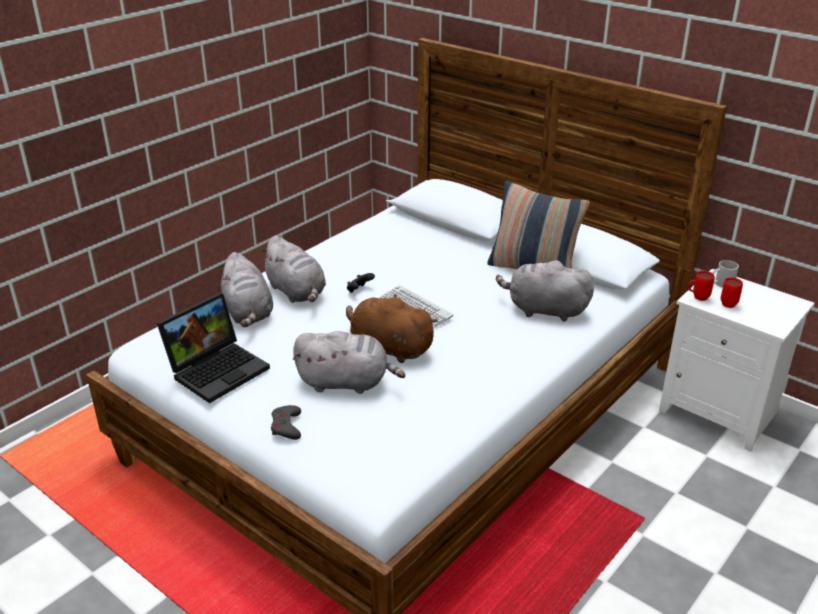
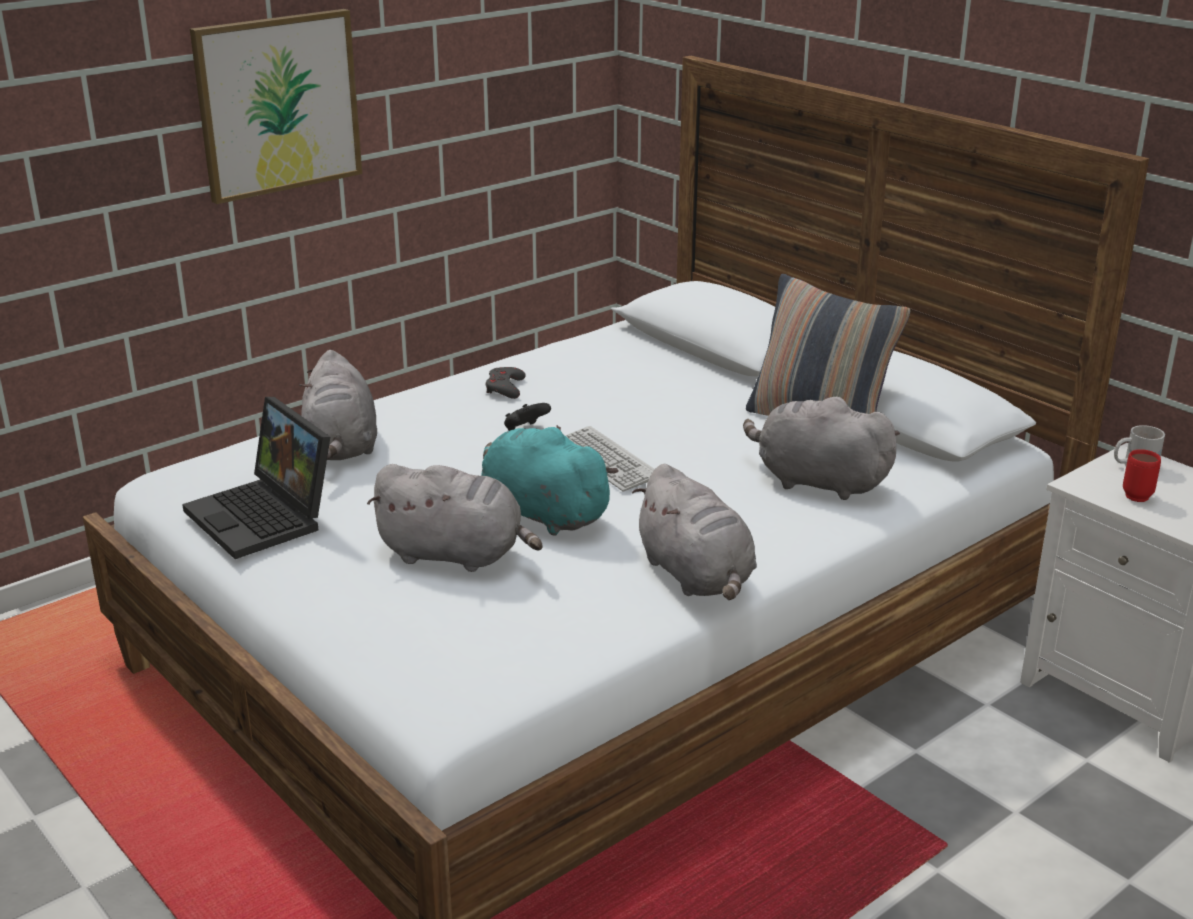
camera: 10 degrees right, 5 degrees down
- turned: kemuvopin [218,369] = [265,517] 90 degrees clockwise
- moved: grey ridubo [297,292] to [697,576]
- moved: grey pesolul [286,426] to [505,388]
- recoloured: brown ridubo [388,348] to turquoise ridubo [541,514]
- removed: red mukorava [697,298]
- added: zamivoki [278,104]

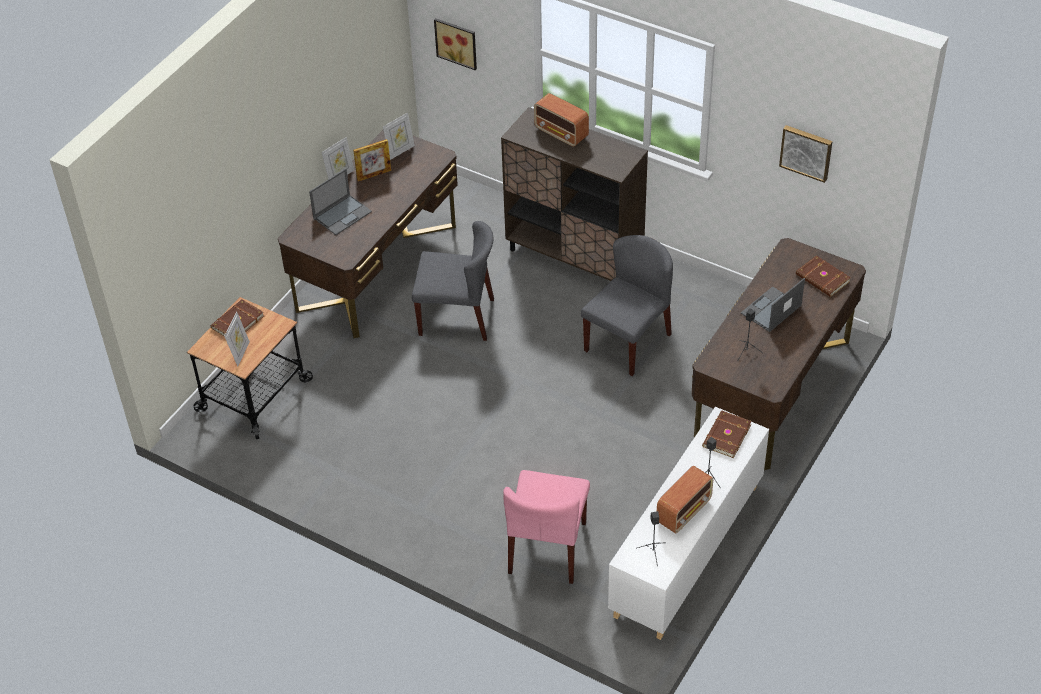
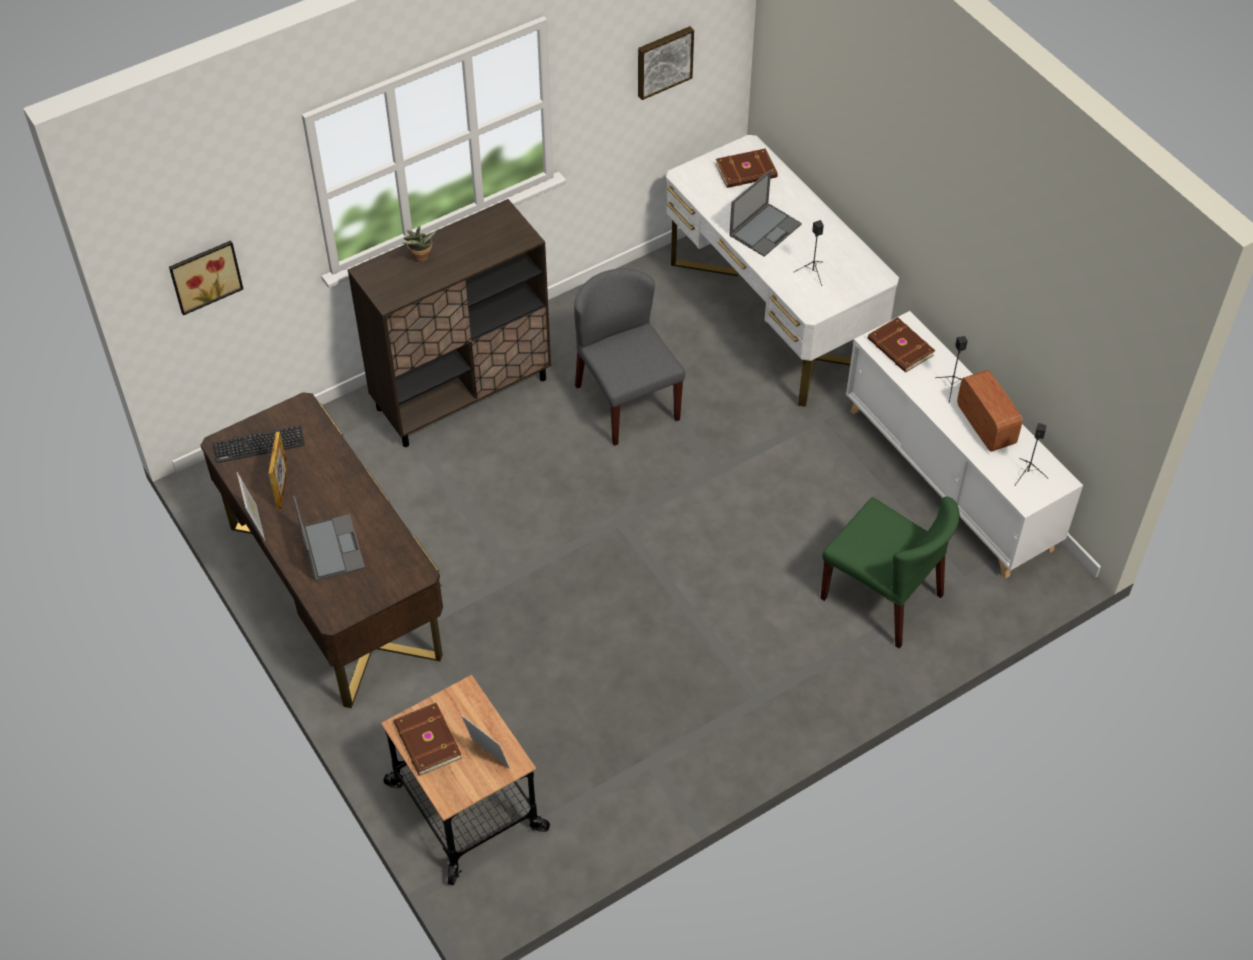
camera: 65 degrees left, 5 degrees up
- replaced: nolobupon [400,151] to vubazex [259,445]
- removed: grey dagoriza [457,317]
- recoloured: pink dagoriza [547,548] to green dagoriza [882,597]
- replaced: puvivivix [561,133] to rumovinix [420,258]
- recoloured: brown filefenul [772,388] to white filefenul [771,314]
- turned: kemuvopin [770,310] = [765,229] 120 degrees counterclockwise

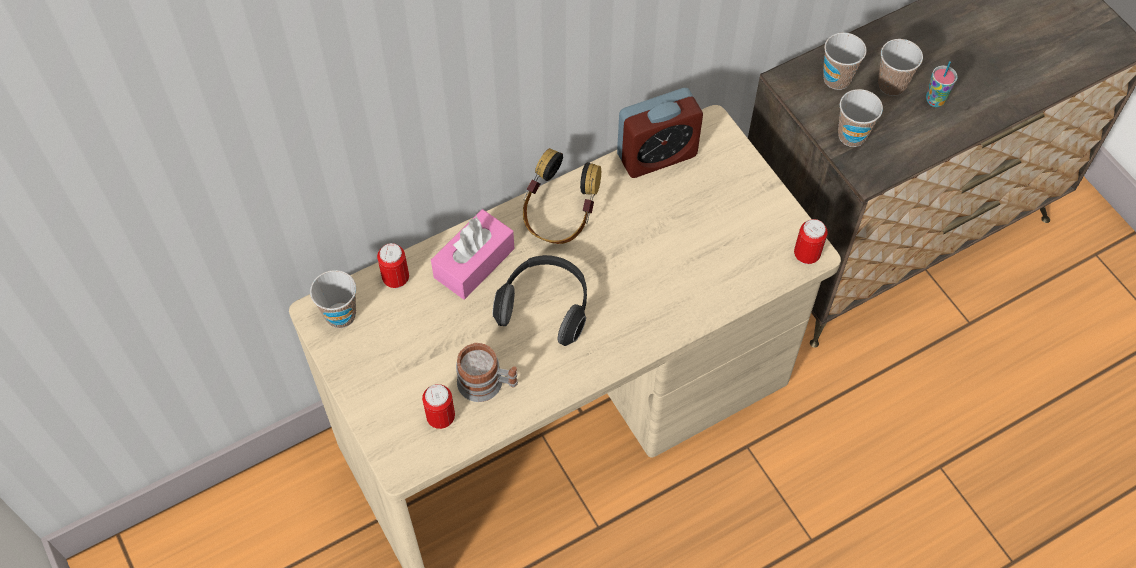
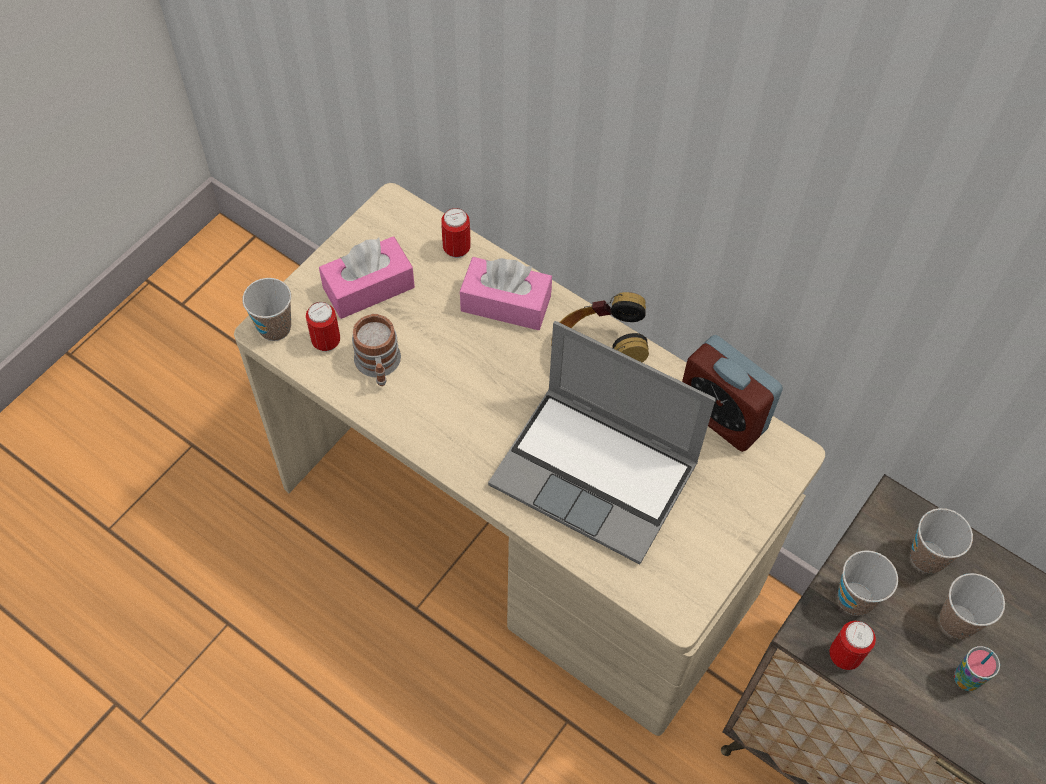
camera: 65 degrees right, 0 degrees up
- moved: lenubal [340,315] to [275,328]
- removed: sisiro [545,307]
- moved: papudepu [806,255] to [844,656]
- added: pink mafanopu [368,287]
- added: kemuvopin [597,474]

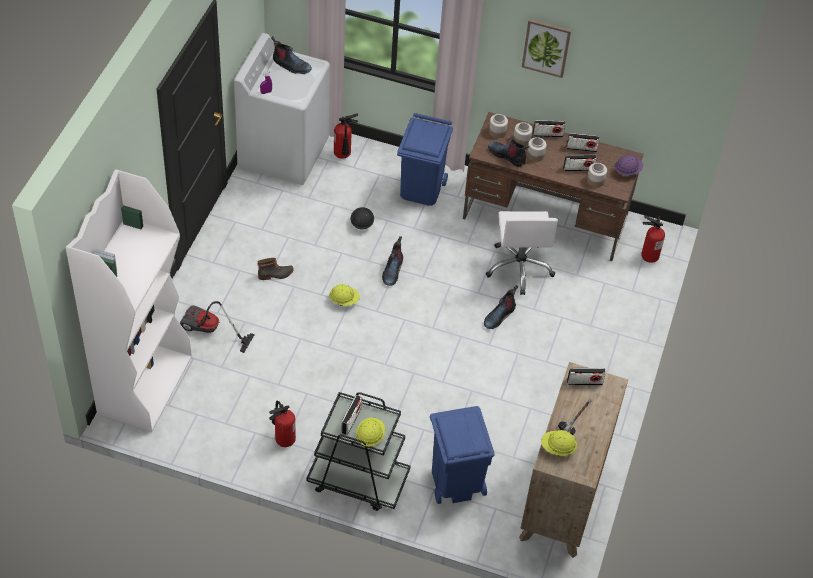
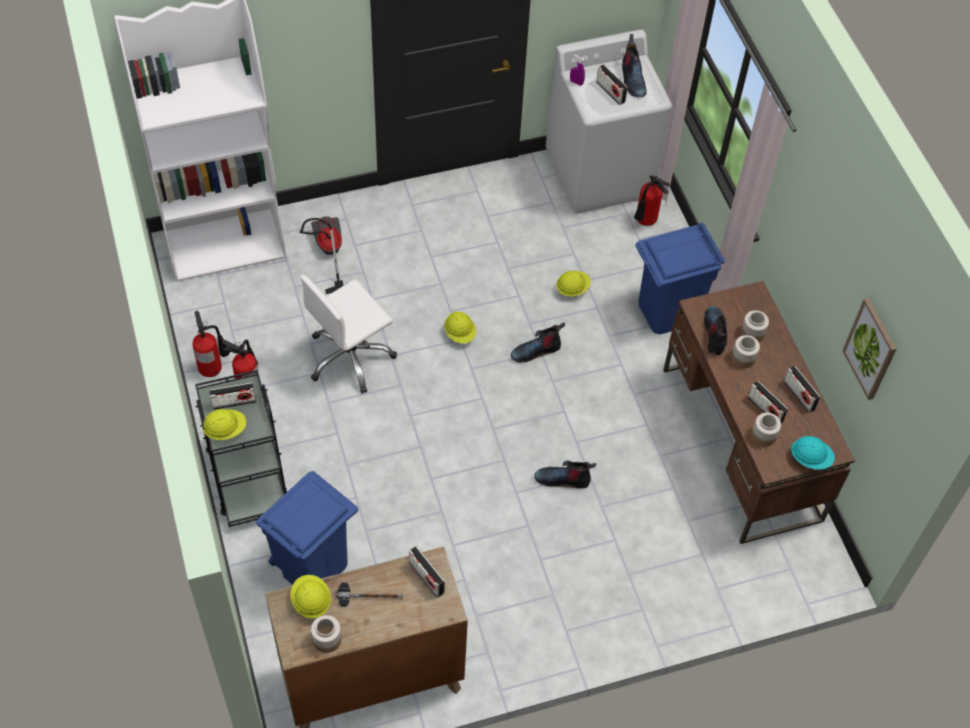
camera: 55 degrees right, 5 degrees up
- removed: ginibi [276,274]
- recoloured: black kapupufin [361,223] to yellow kapupufin [572,289]
- moved: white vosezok [519,267] to [350,357]
- moved: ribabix [497,132] to [327,639]
- moved: zamivoki [546,47] to [871,349]
- moved: puvivivix [547,134] to [610,92]
- recoloured: purple kapupufin [627,171] to turquoise kapupufin [810,459]
- moved: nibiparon [648,255] to [213,367]

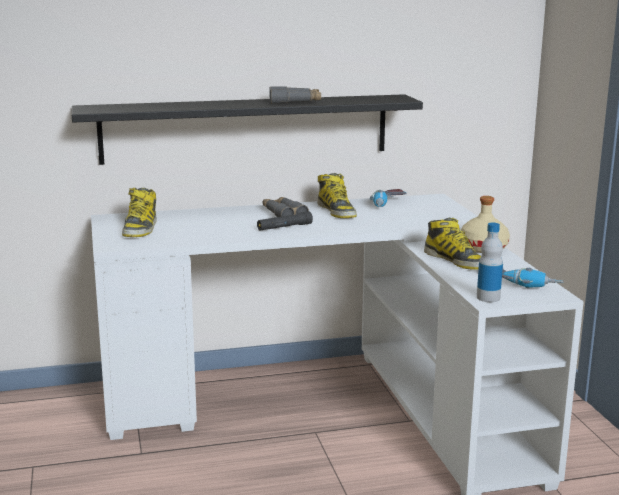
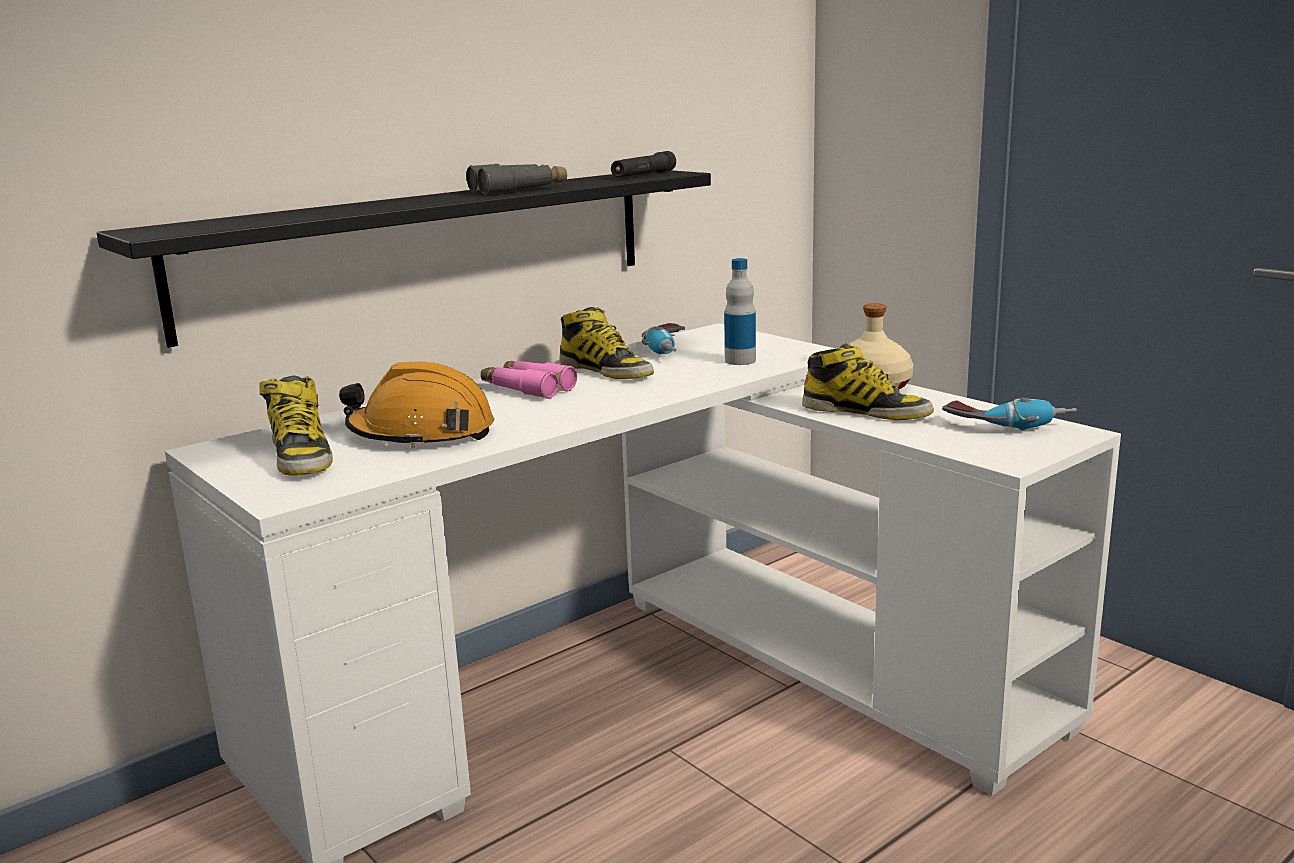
camera: 25 degrees left, 0 degrees up
- moved: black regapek [284,227] to [643,175]
- recoloured: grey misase [284,214] to pink misase [527,388]
- moved: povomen [488,298] to [740,361]
- added: orange kapupufin [422,434]

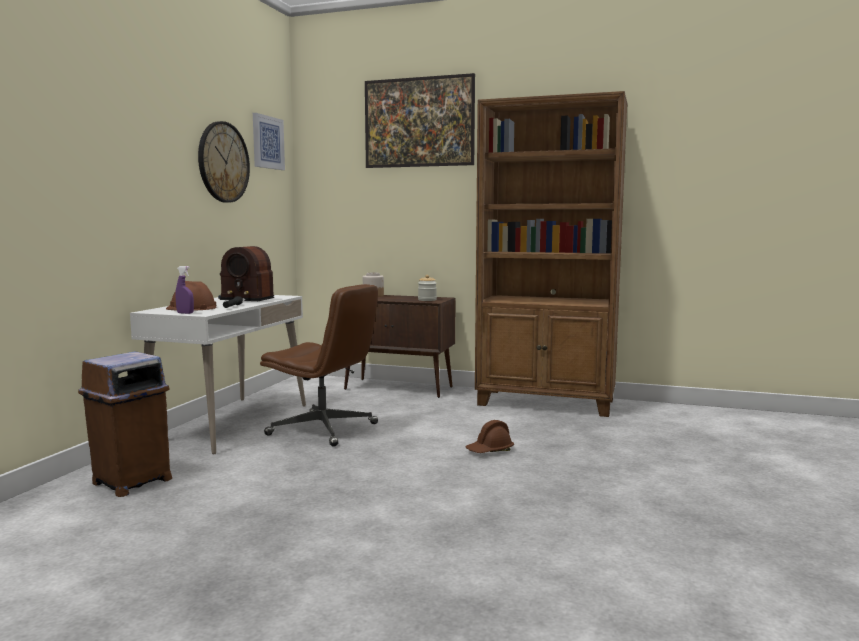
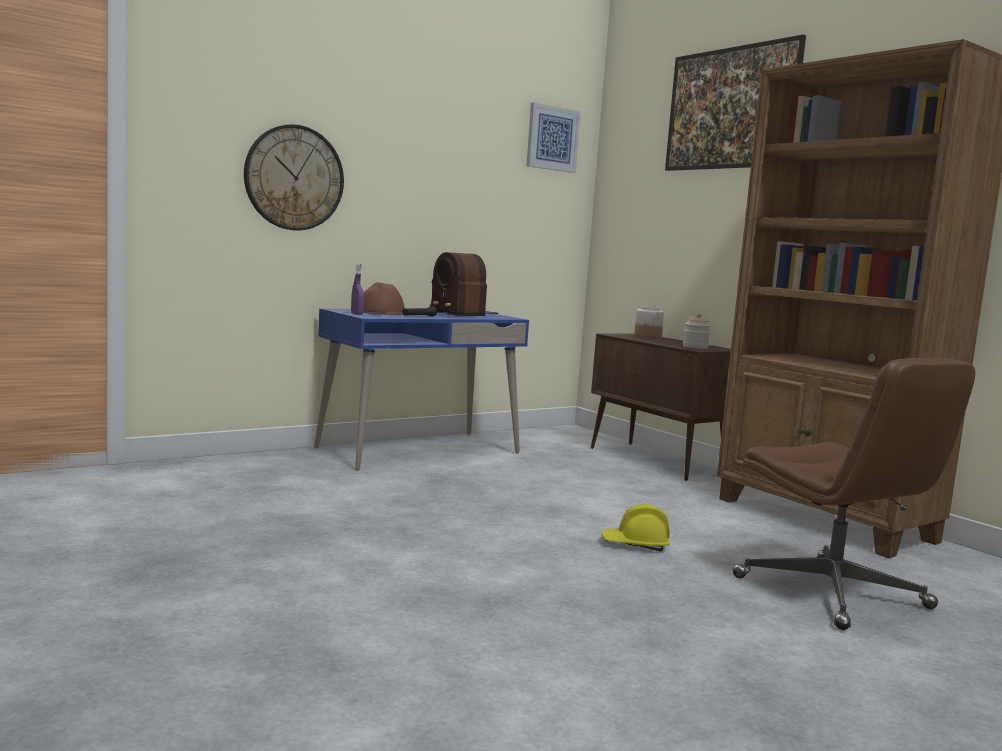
camera: 35 degrees right, 0 degrees up
- removed: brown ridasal [130,482]
- recoloured: white filefenul [229,423] to blue filefenul [418,450]
- moved: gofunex [223,162] to [294,178]
- moved: brown vosezok [324,429] to [834,593]
- recoloured: brown kapupufin [489,450] to yellow kapupufin [635,544]

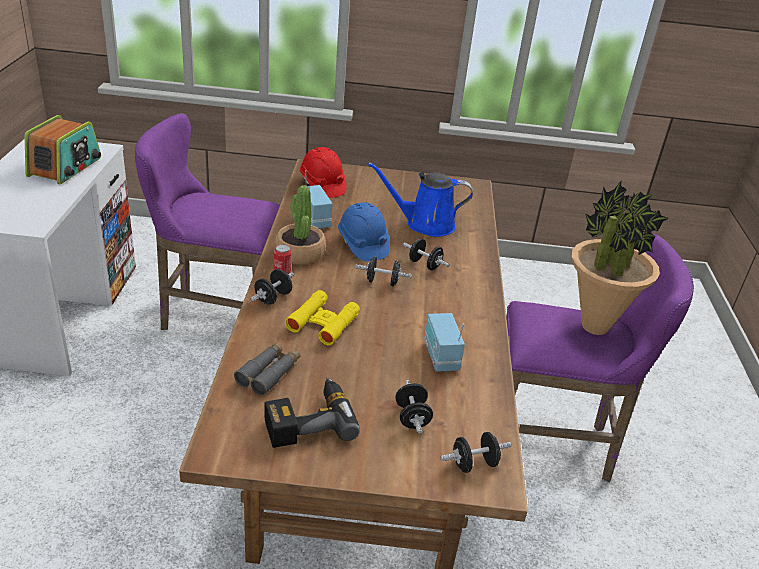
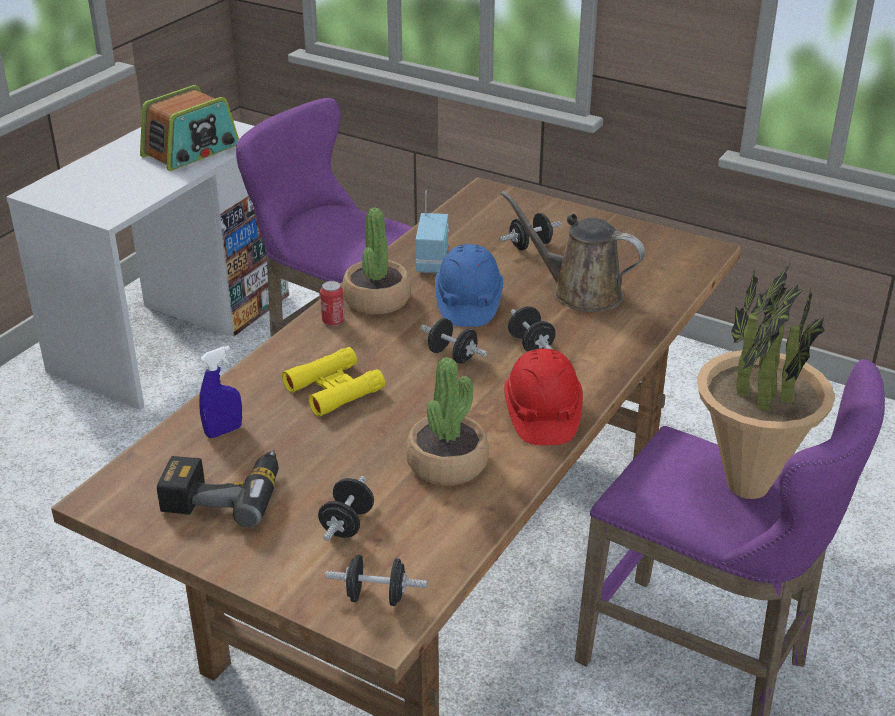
camera: 30 degrees right, 0 degrees up
- replaced: grey misase [269,373] to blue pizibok [223,431]
- moved: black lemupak [273,298] to [530,245]
- moved: red kapupufin [322,185] to [542,415]
- recoloured: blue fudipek [425,224] to brown fudipek [580,292]
- replaced: puvivivix [440,357] to rumovinix [447,463]

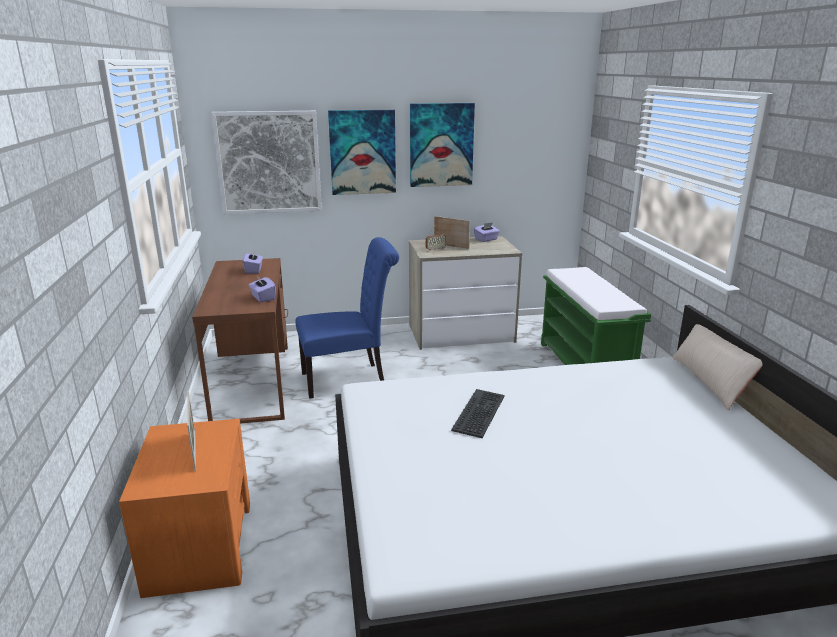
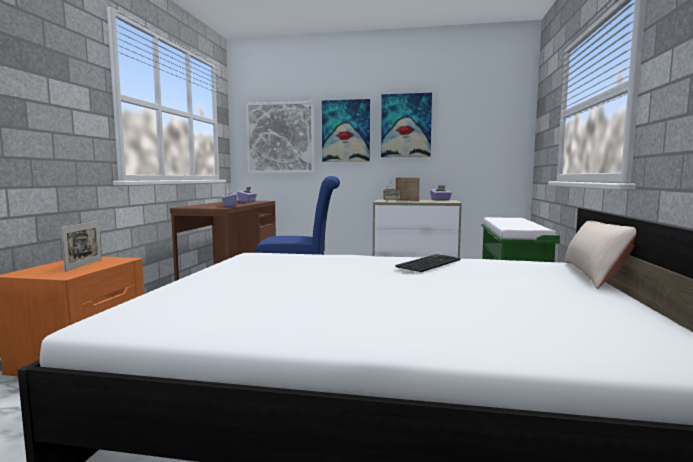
camera: 20 degrees right, 15 degrees down
- moved: vubazex [479,413] to [430,263]

